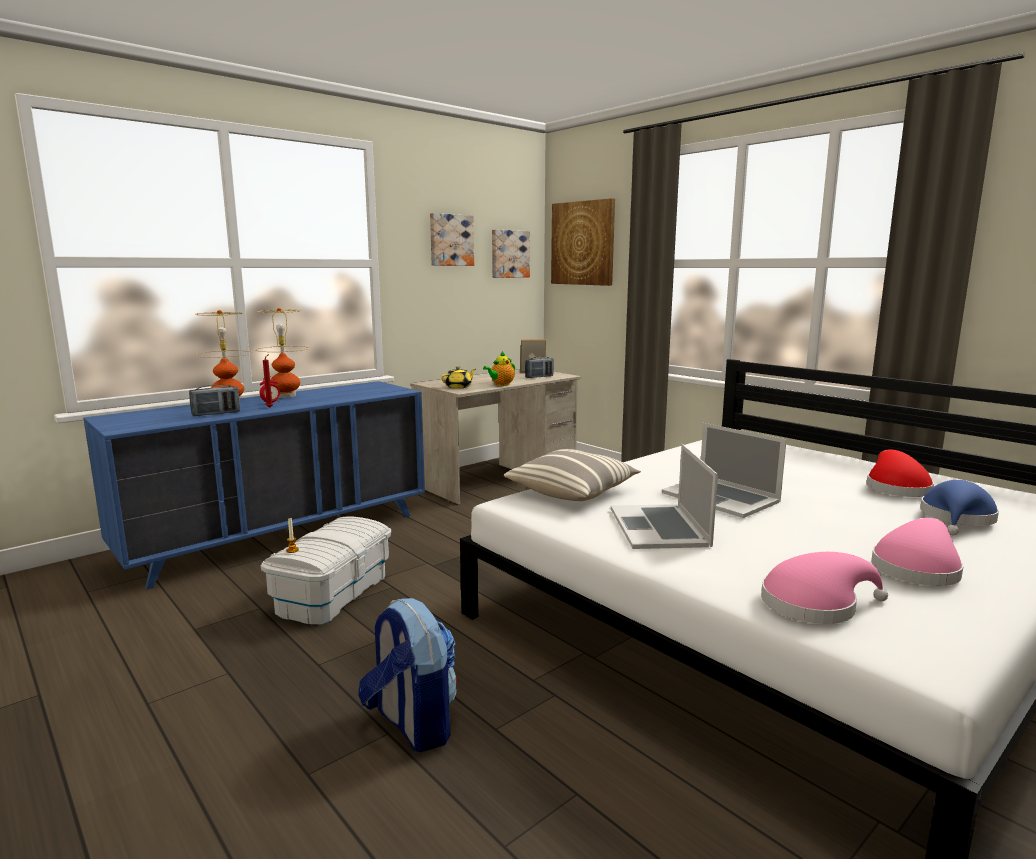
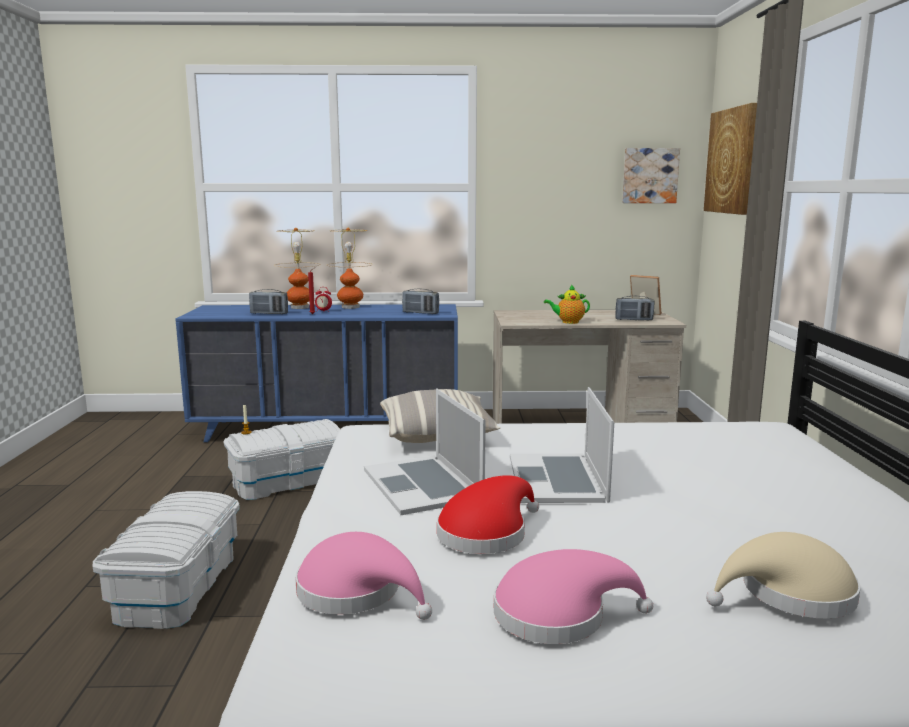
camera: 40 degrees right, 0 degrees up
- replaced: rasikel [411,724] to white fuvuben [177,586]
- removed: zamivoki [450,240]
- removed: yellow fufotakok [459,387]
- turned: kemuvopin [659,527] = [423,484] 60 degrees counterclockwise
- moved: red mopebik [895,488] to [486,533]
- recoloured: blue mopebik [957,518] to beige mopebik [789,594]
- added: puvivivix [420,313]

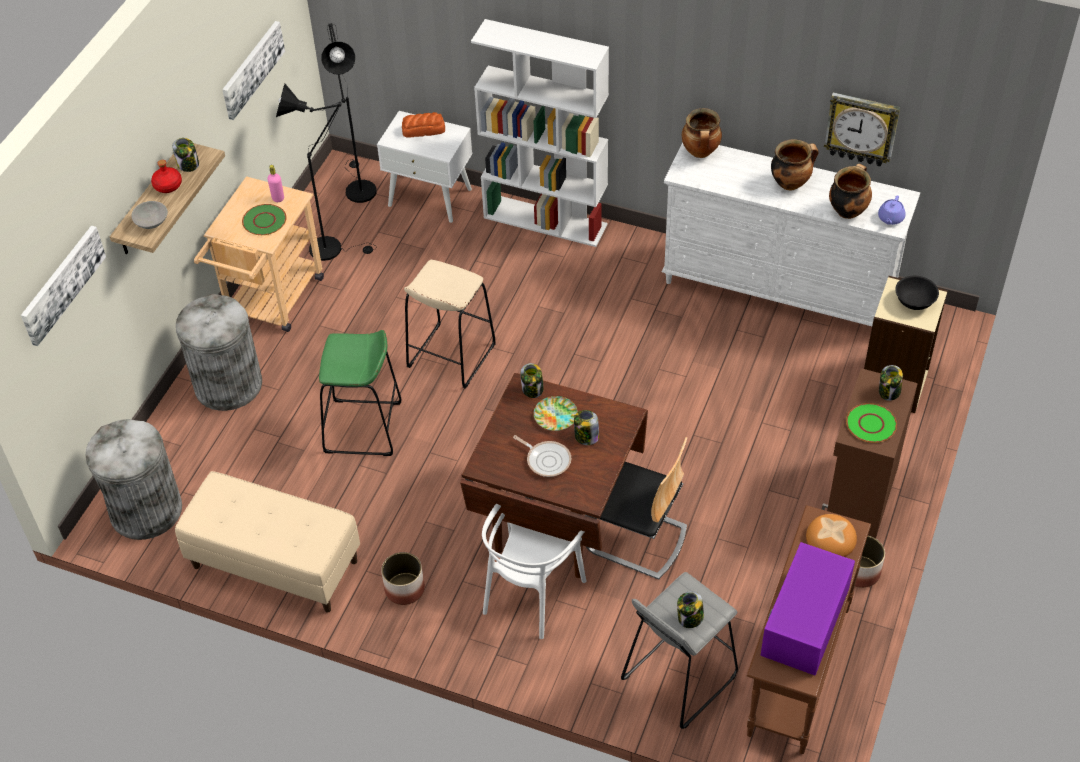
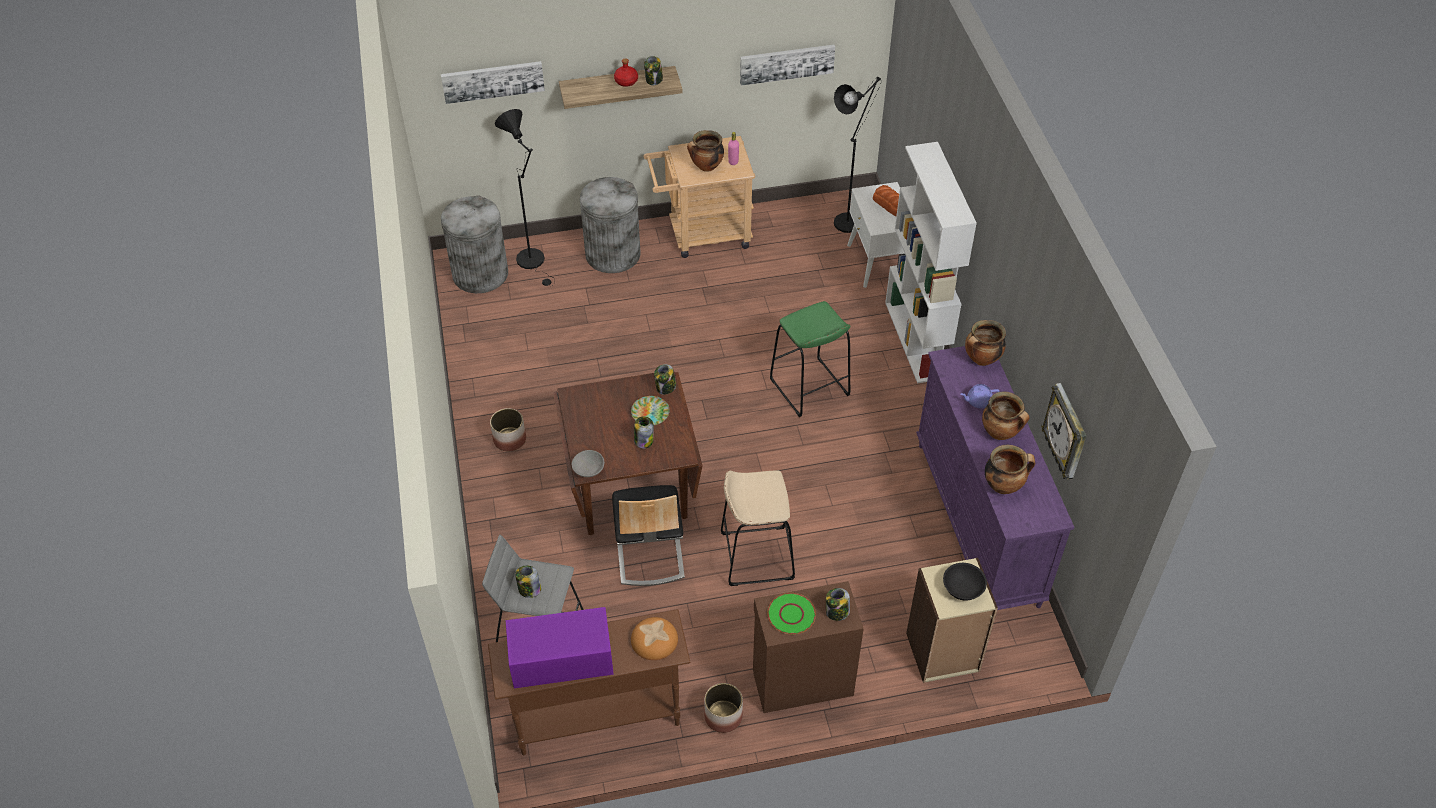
camera: 55 degrees right, 0 degrees up
- moved: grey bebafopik [152,222] to [589,470]
- removed: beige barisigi [274,564]
- replaced: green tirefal [264,221] to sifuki [706,167]
- moved: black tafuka [332,248] to [534,262]
- moved: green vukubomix [363,428] to [809,387]
- moved: beige vukubomix [451,356] to [756,555]
- removed: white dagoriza [531,594]
- removed: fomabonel [546,460]
- recoloured: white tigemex [779,291] to purple tigemex [977,523]
- moved: purple fufotakok [890,218] to [978,401]

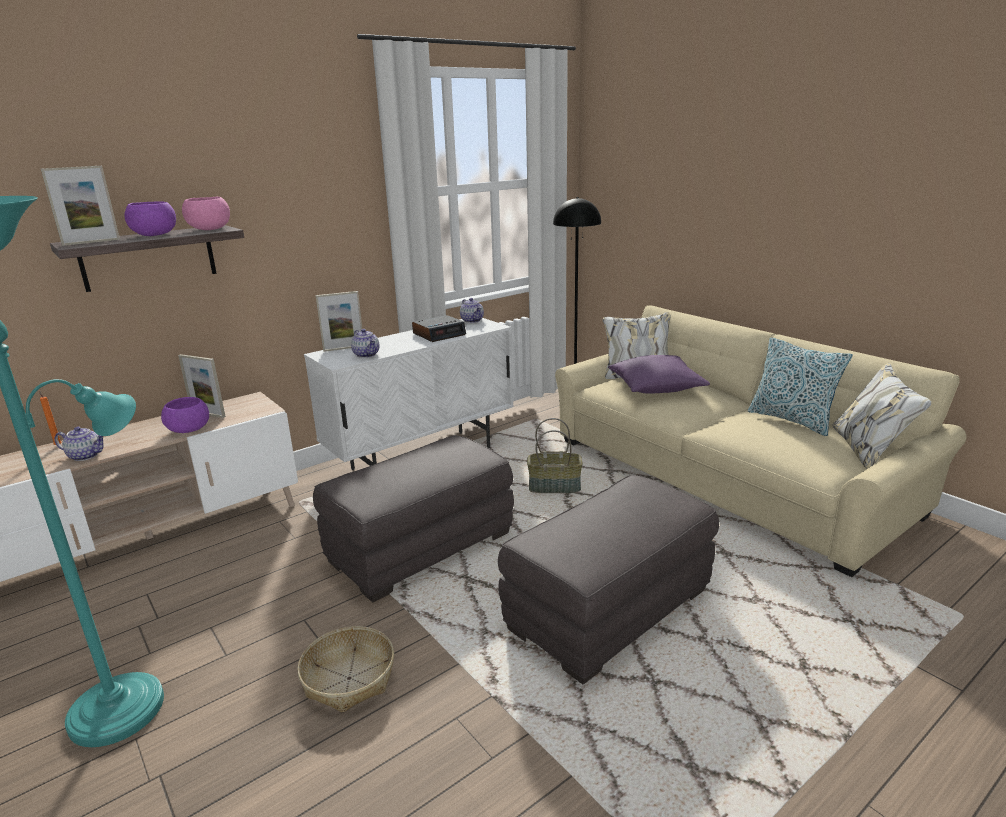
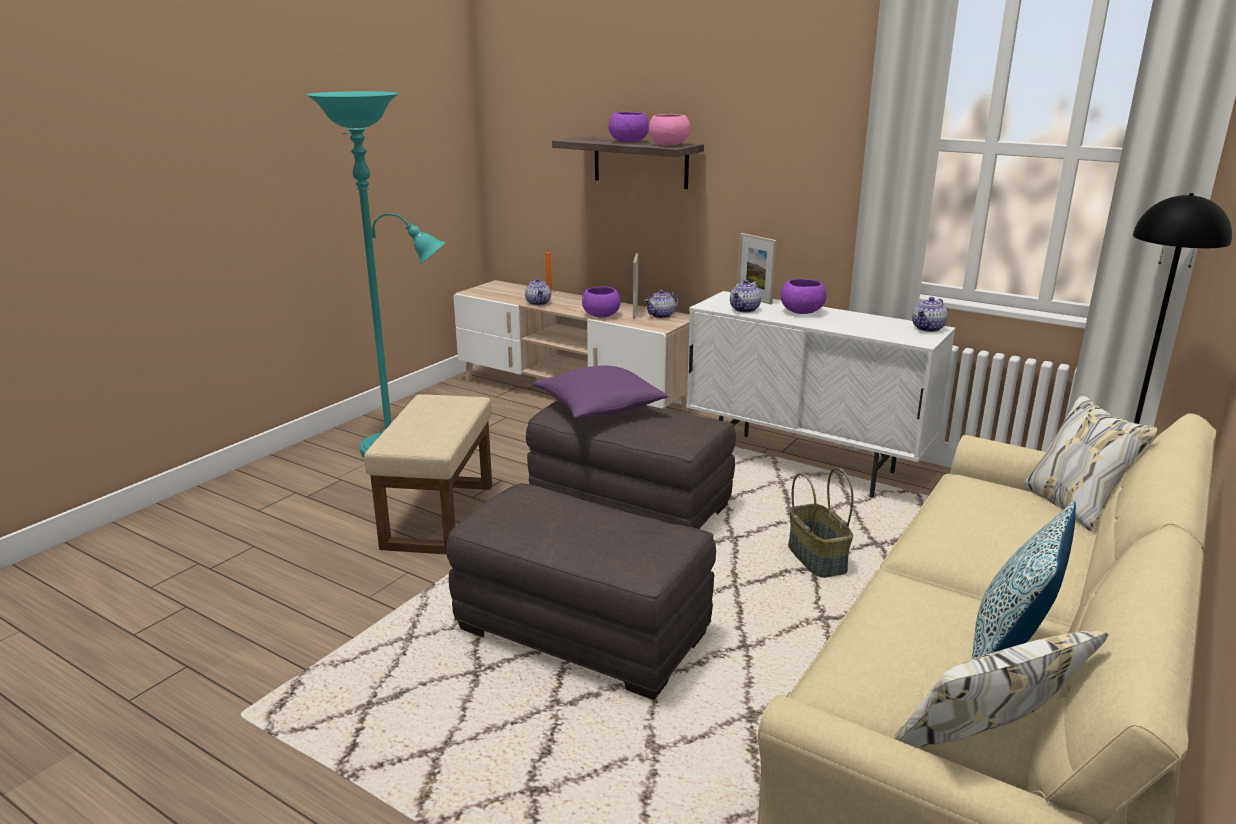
camera: 70 degrees right, 0 degrees up
- removed: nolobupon [91,242]
- replaced: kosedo [349,678] to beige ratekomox [440,516]
- removed: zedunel [439,334]
- moved: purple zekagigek [656,387] to [599,408]
- added: fufotakok [661,315]
- added: purple bebafopik [802,312]

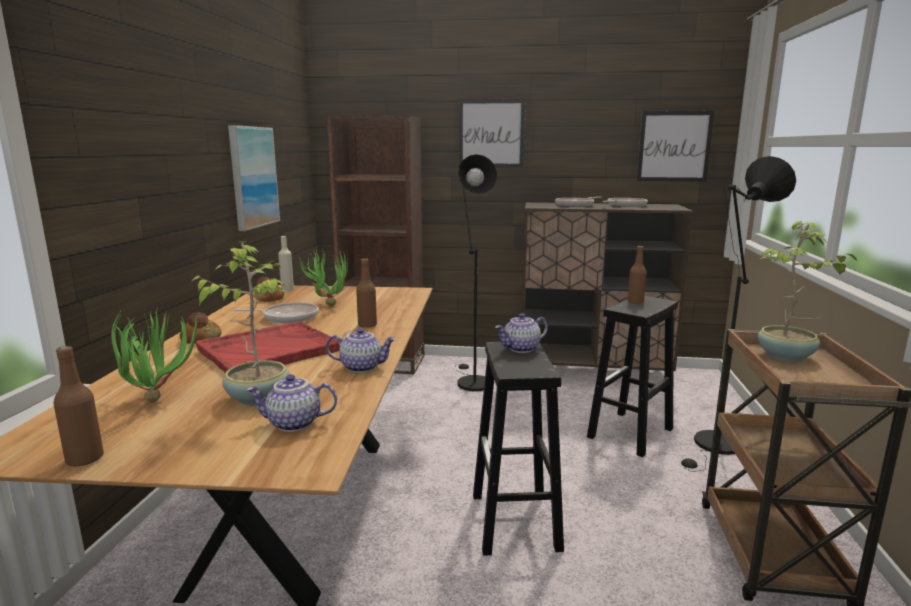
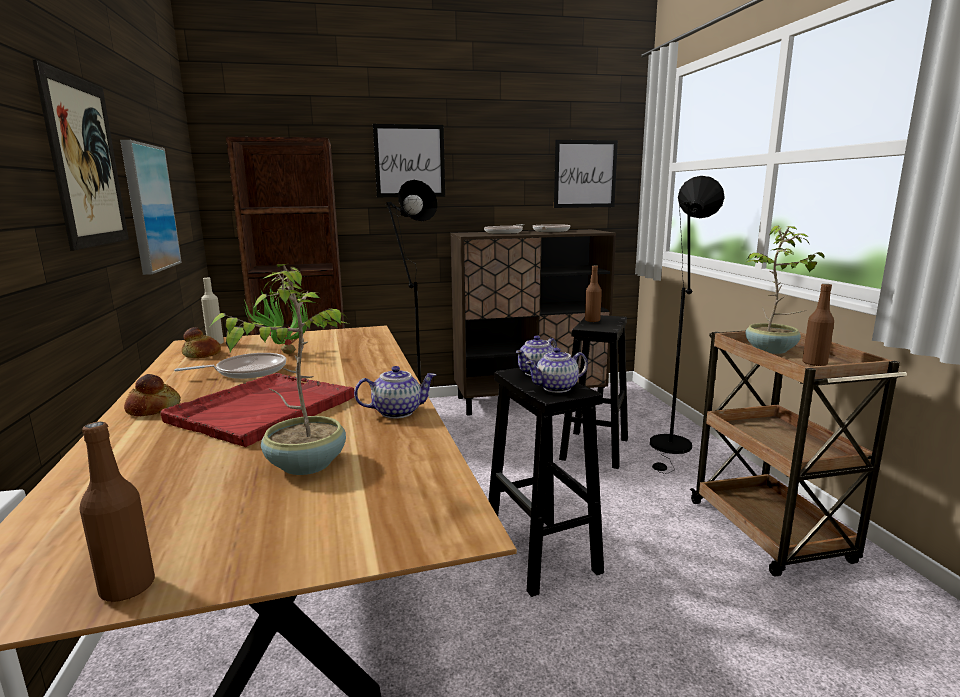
camera: 20 degrees left, 0 degrees up
- removed: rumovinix [157,396]
- moved: fufotakok [293,424] to [556,388]
- moved: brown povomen [367,325] to [814,363]
- added: zamivoki [85,163]

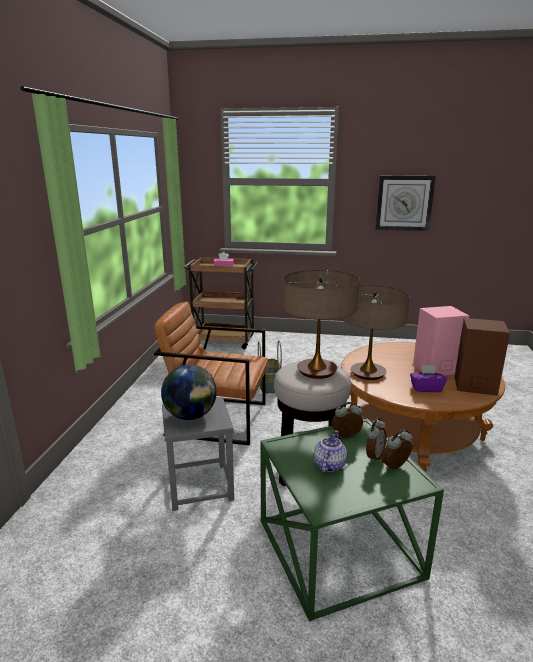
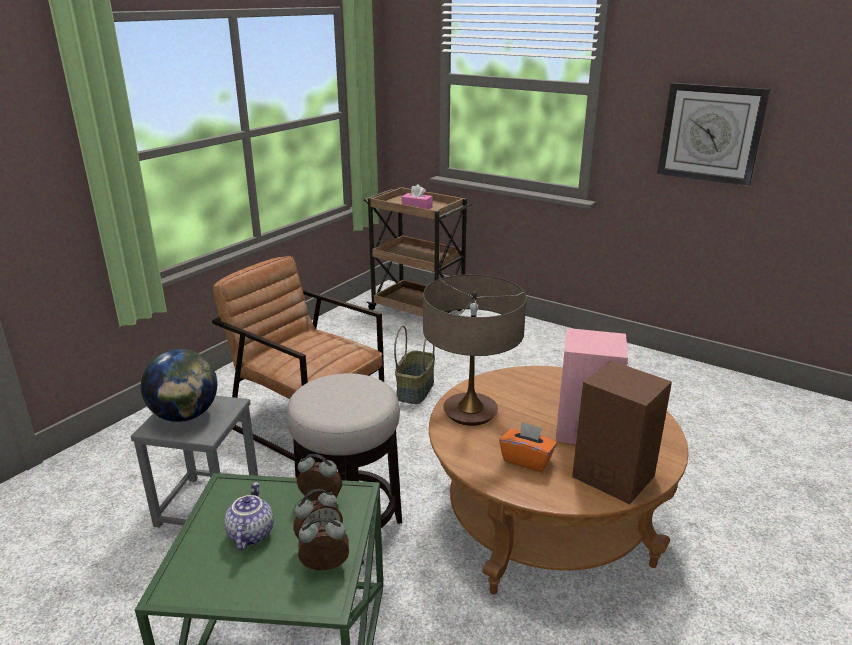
camera: 25 degrees right, 5 degrees up
- removed: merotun [316,371]
- turned: fufotakok [328,465] = [250,534] 45 degrees counterclockwise
- recoloured: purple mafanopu [426,388] to orange mafanopu [527,460]

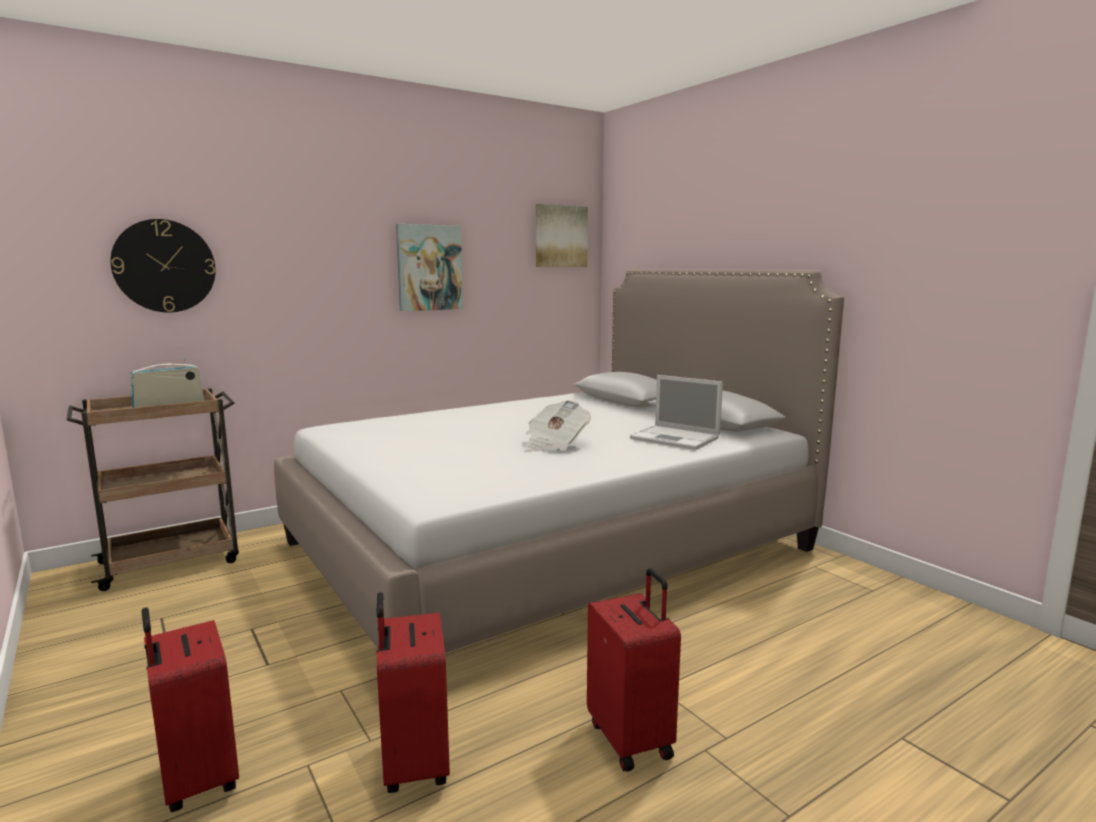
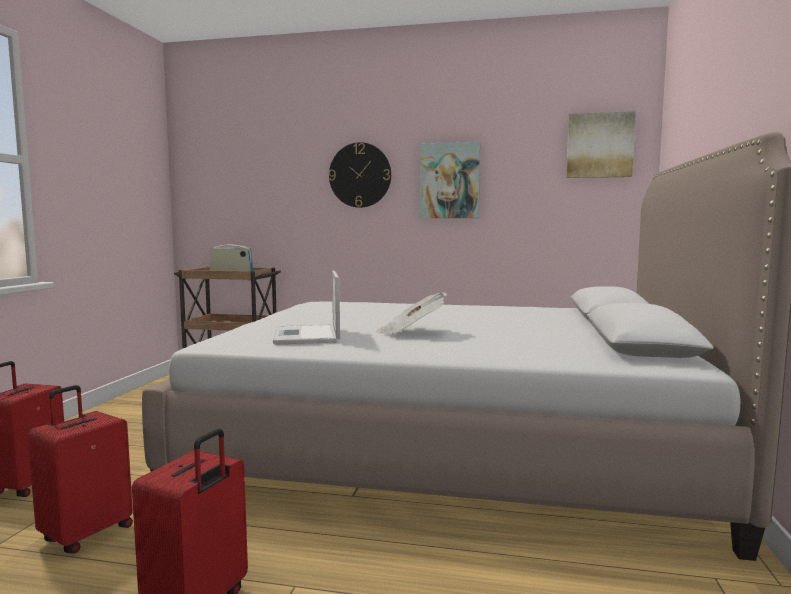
camera: 45 degrees right, 5 degrees down
- moved: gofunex [164,266] to [360,175]
- moved: kemuvopin [676,438] to [307,336]

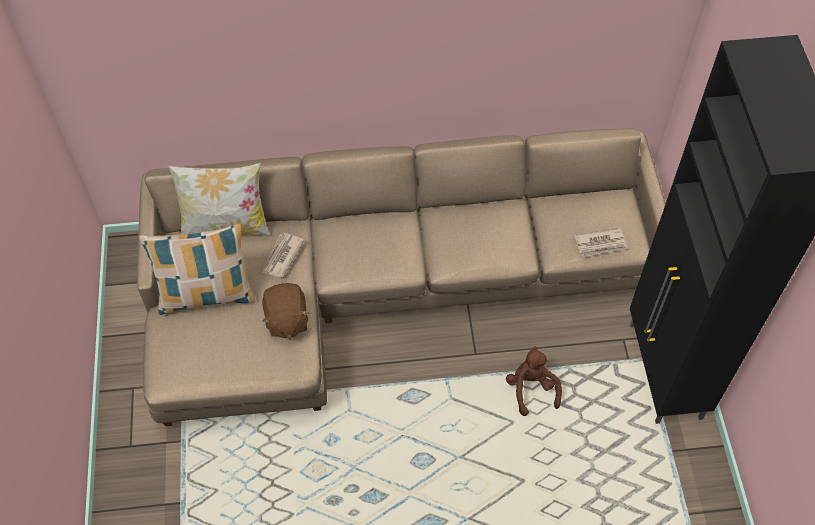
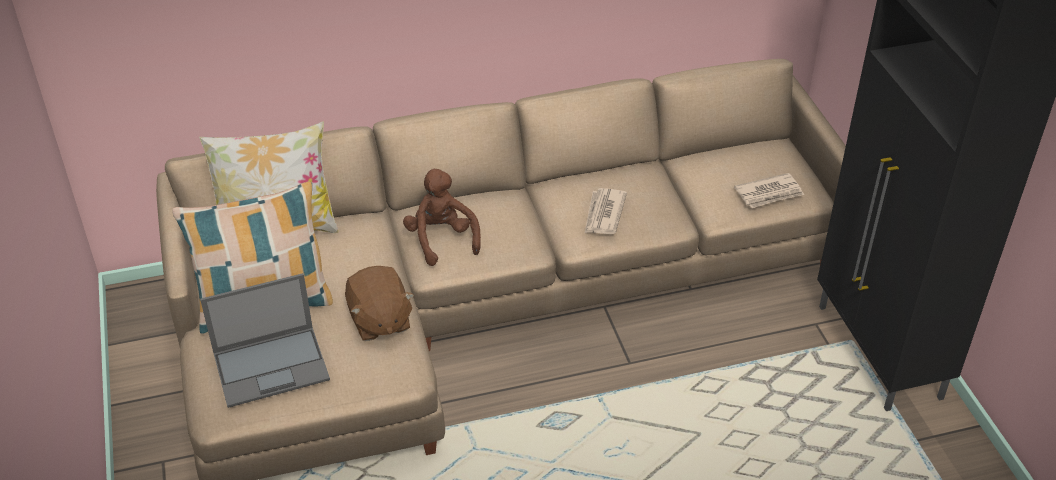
camera: 10 degrees left, 15 degrees down
- moved: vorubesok [282,256] to [604,214]
- moved: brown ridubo [531,389] to [441,239]
- added: kemuvopin [272,366]

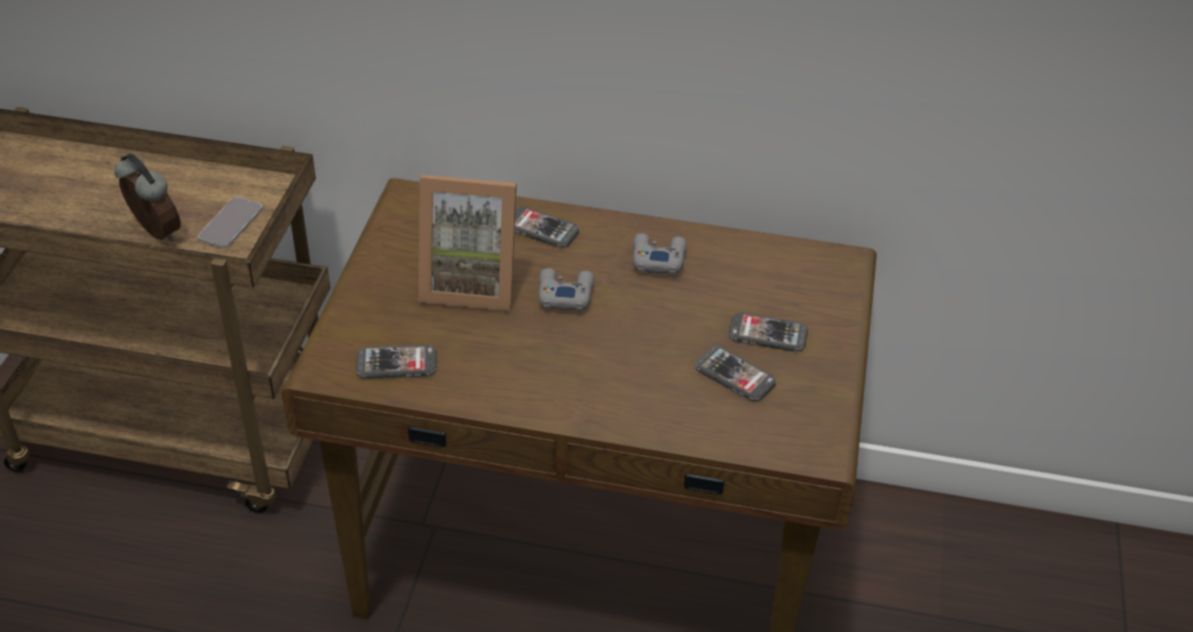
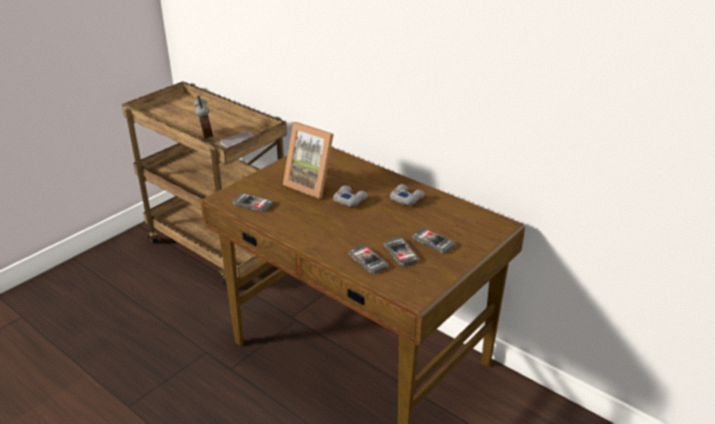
camera: 30 degrees right, 10 degrees down
- moved: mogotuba [542,229] to [368,260]

